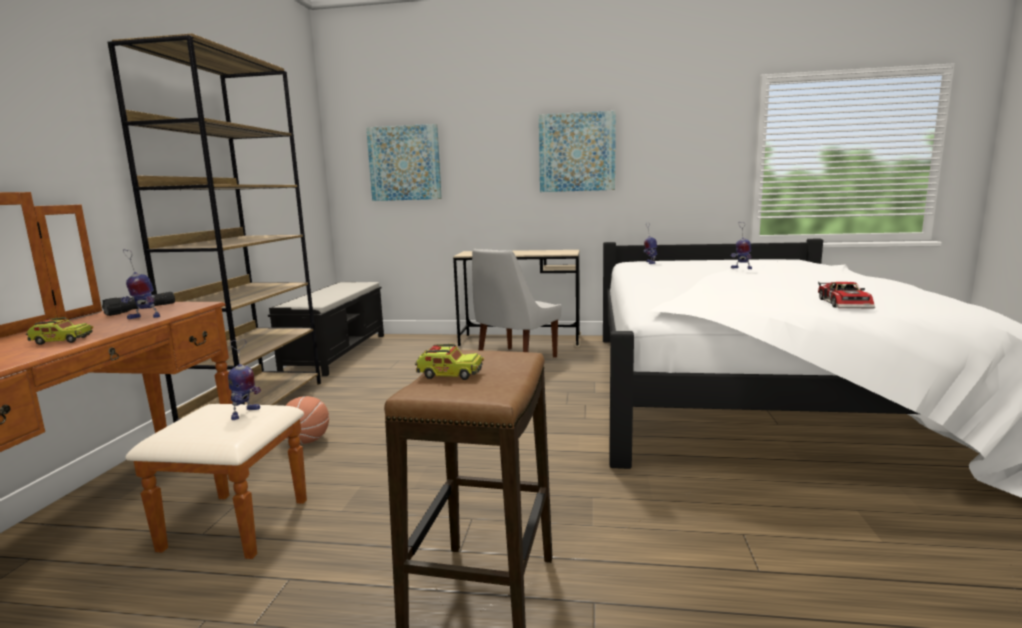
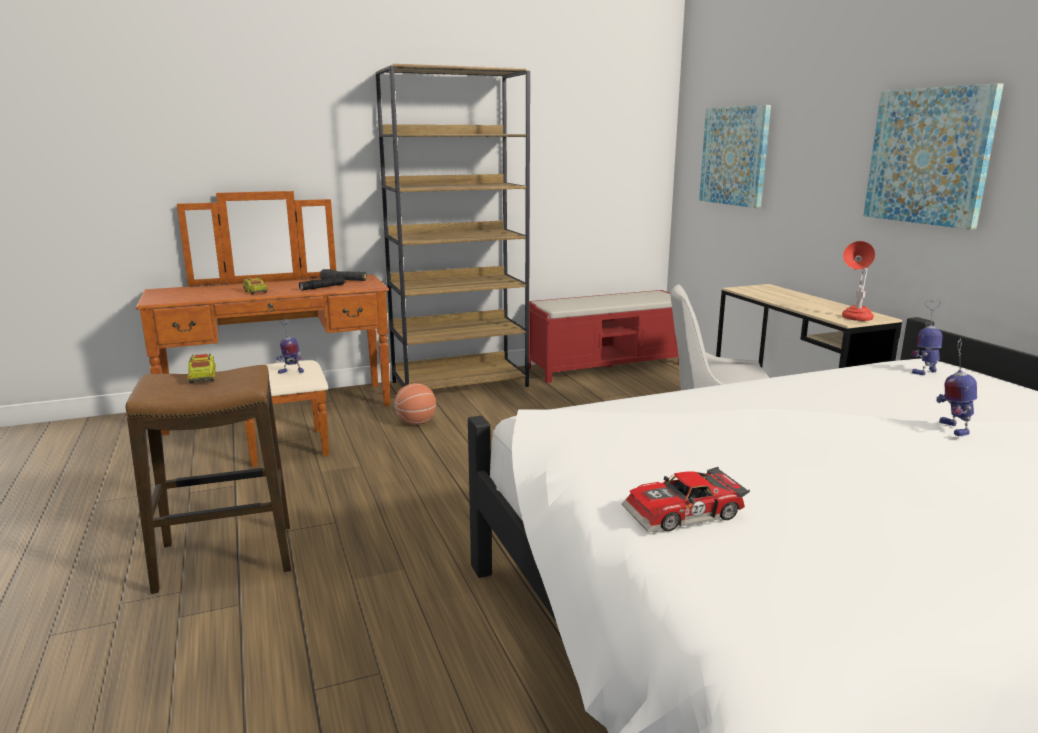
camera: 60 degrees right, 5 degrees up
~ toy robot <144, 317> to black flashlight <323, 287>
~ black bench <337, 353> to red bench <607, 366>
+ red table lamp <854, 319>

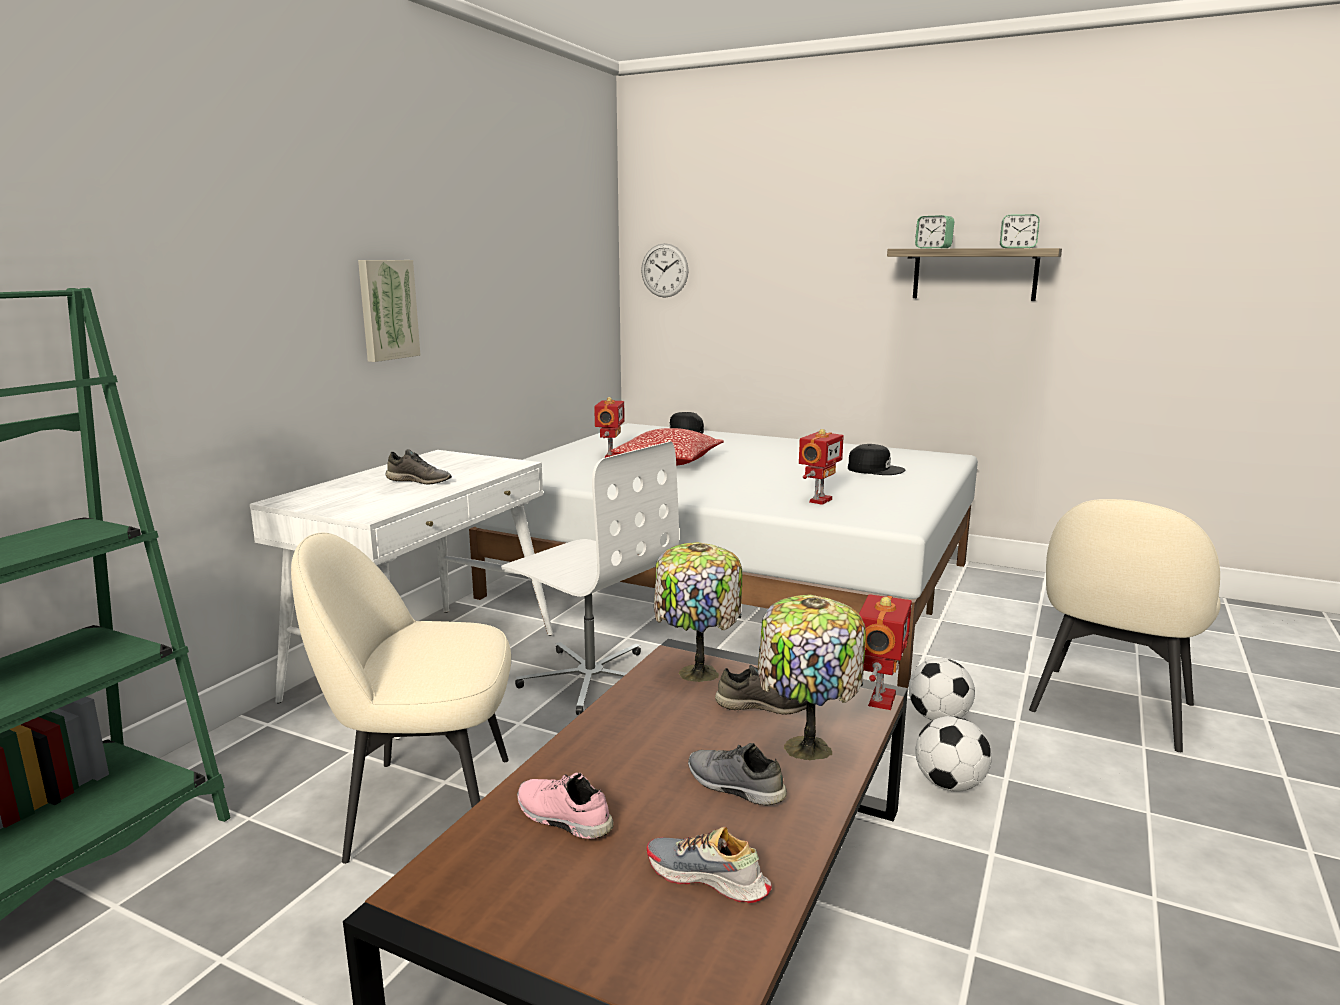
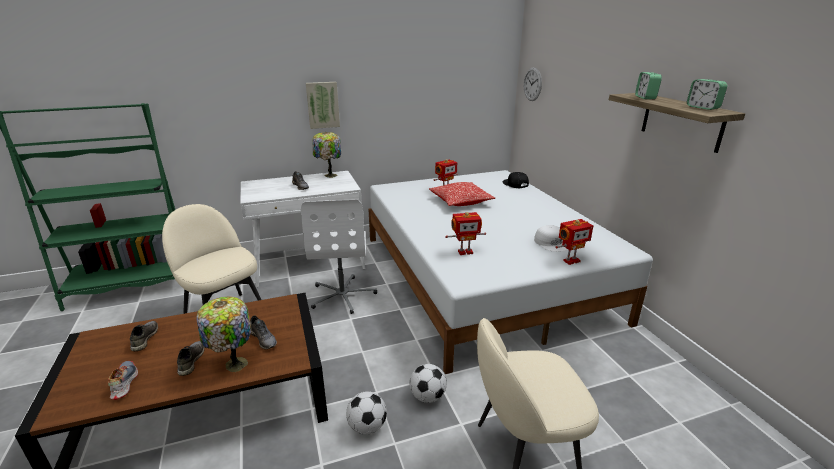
camera: 45 degrees right, 10 degrees up
~ pink shoe <561, 818> to grey shoe <144, 339>
~ table lamp <696, 674> to <329, 175>
~ black cap <875, 469> to white cap <551, 243>
~ toy robot <879, 699> to <571, 260>

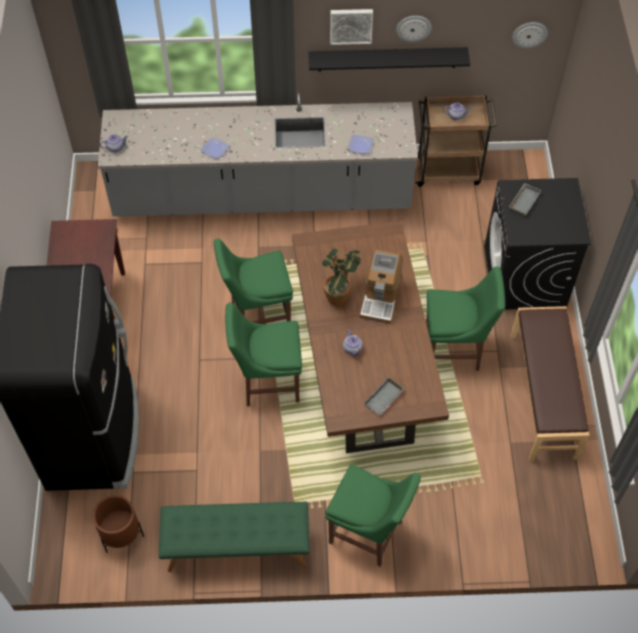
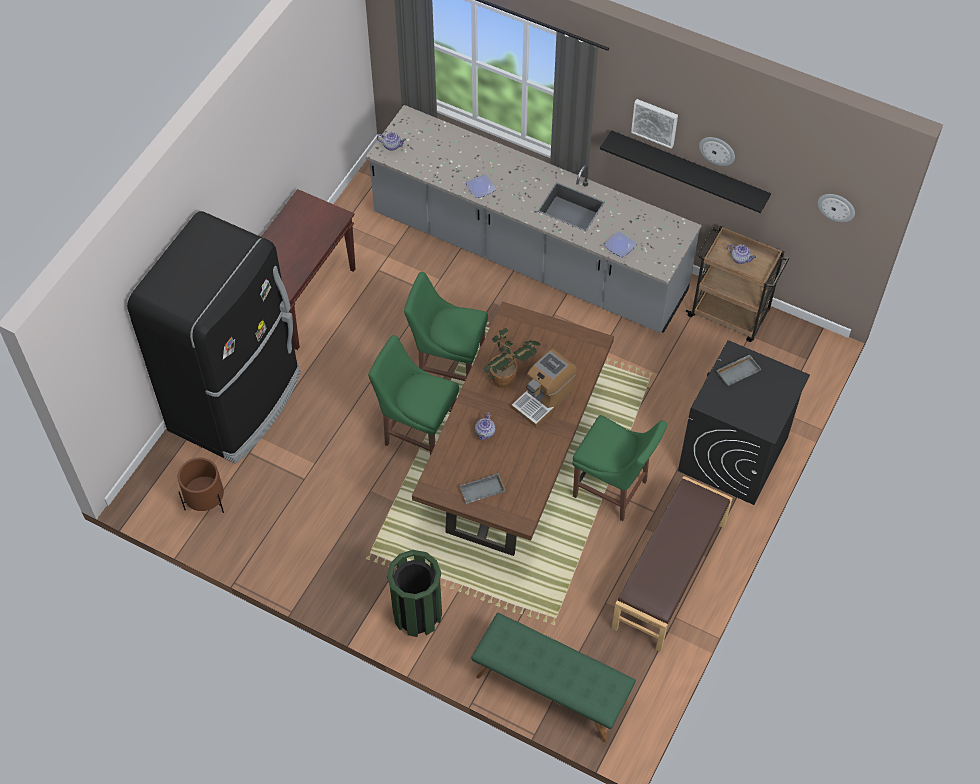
camera: 30 degrees right, 0 degrees up
~ green chair <369, 534> to green trash can <417, 614>
~ green bench <237, 548> to <550, 689>

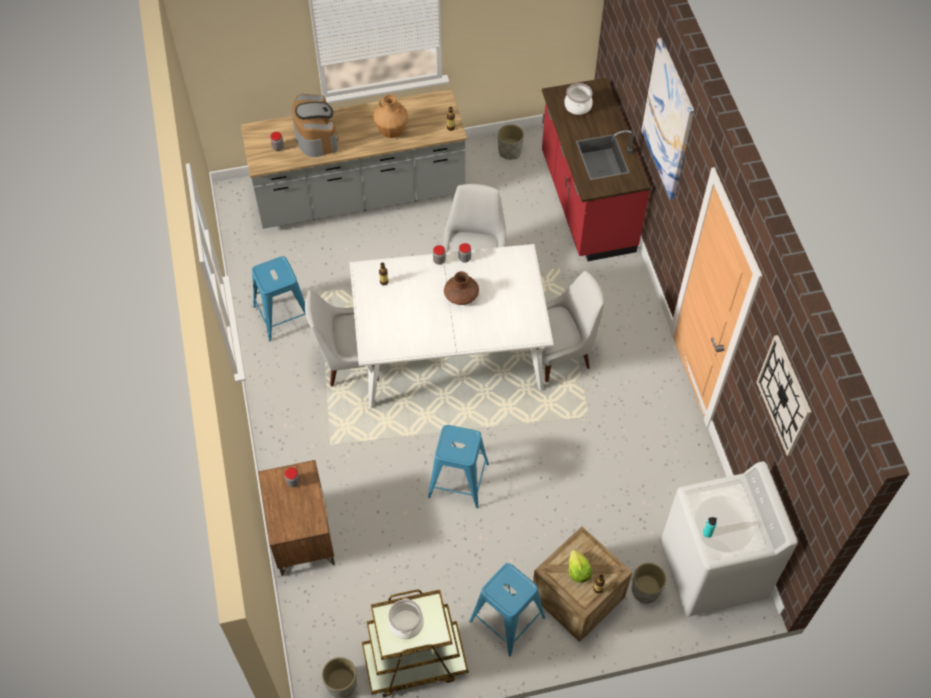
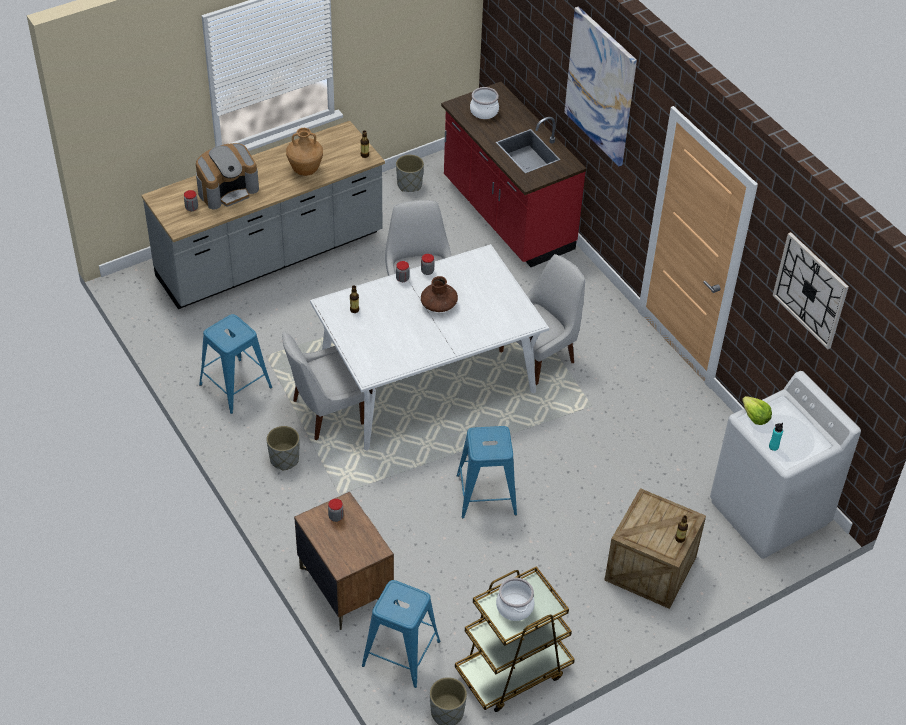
camera: 20 degrees left, 10 degrees down
~ coffee machine <316, 136> = <227, 190> 90 degrees clockwise
~ grey planter <645, 590> to <284, 459>
~ blue stool <507, 619> to <401, 653>
~ lettuce <578, 571> to <755, 417>

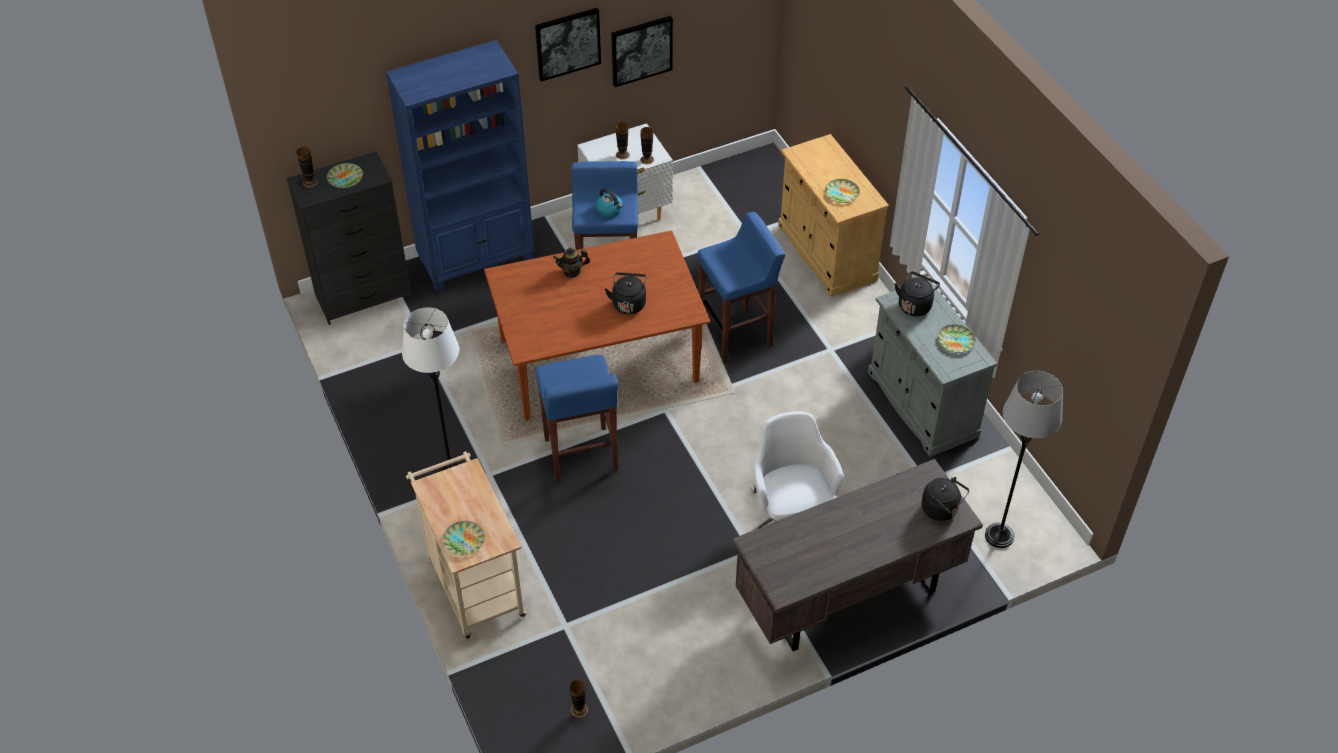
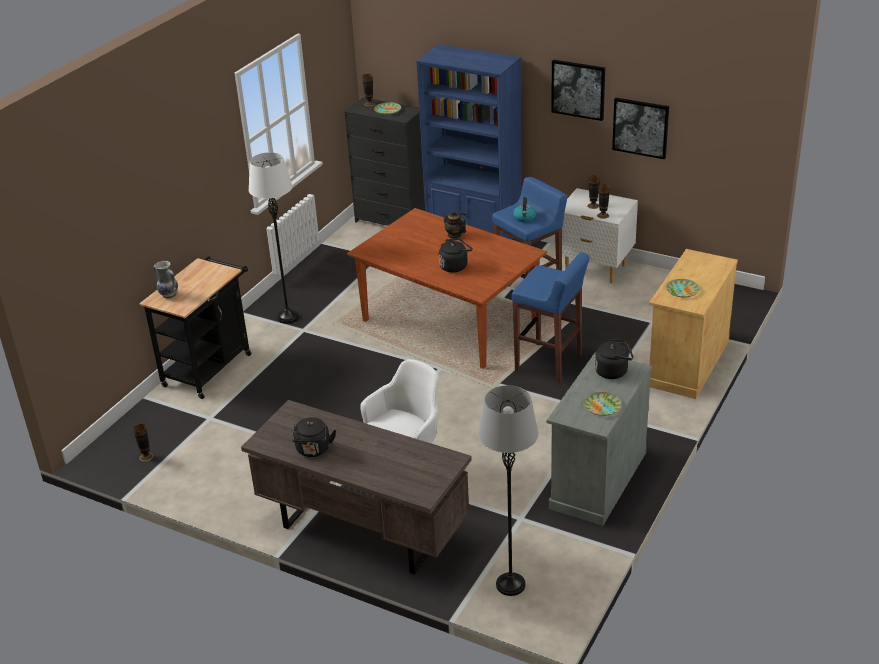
camera: 55 degrees right, 15 degrees down
~ beige cart <473, 582> to black cart <210, 367>
~ plate <463, 540> to vase <168, 295>
~ black kettle <942, 509> to <313, 450>
- blue stool <580, 455>

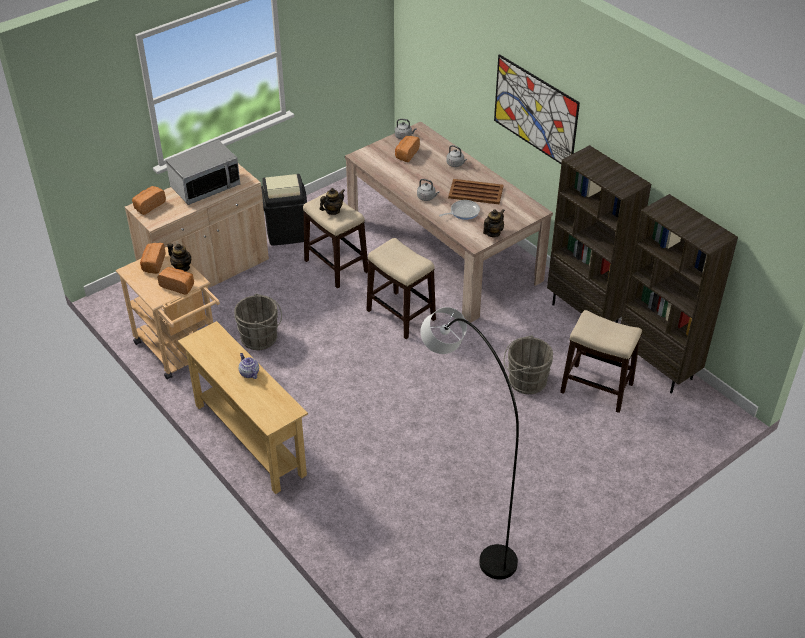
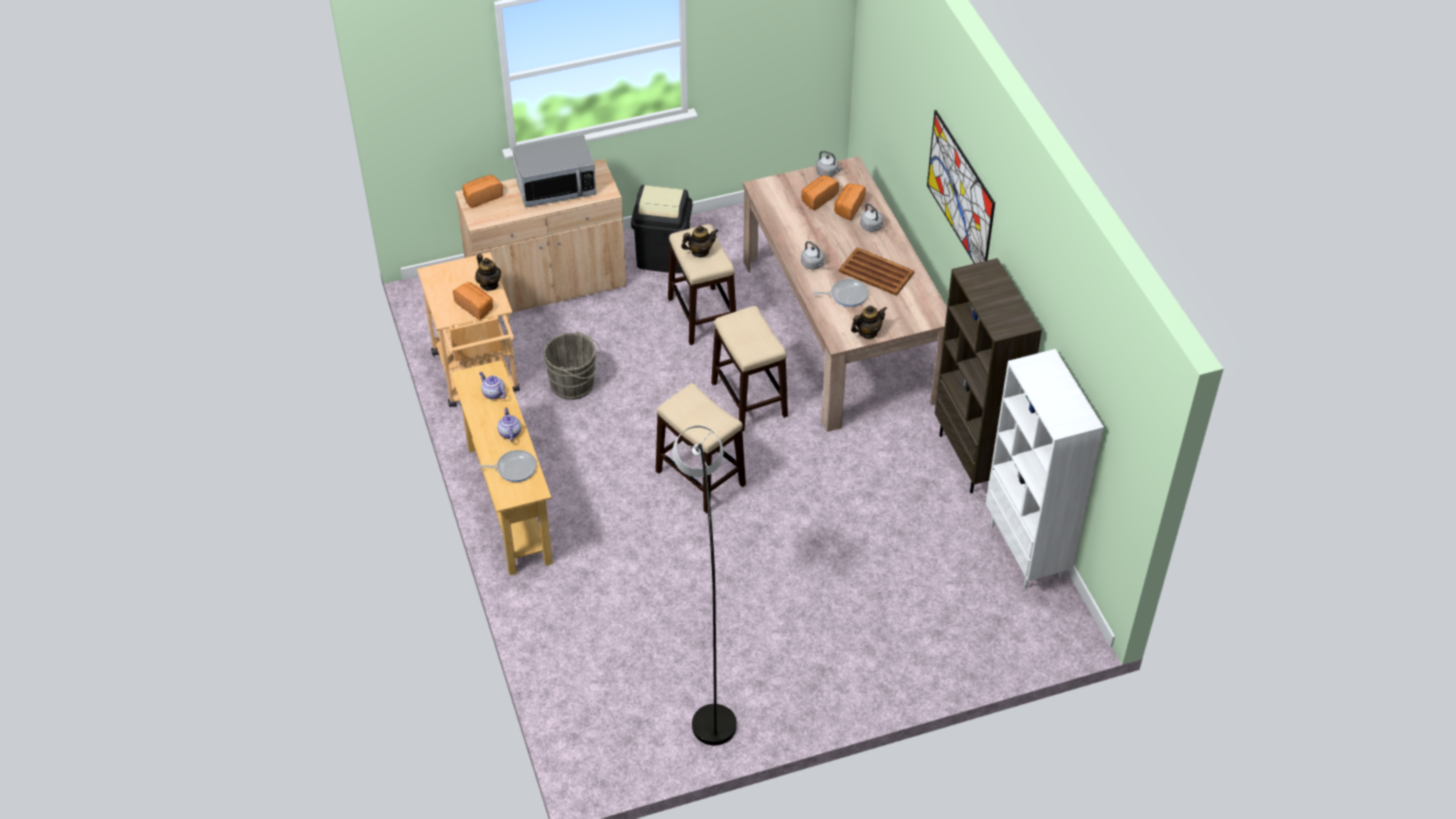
camera: 20 degrees right, 5 degrees up
+ frying pan <514, 468>
+ teapot <493, 393>
~ stool <597, 388> to <701, 478>
~ bread <153, 264> to <848, 208>
~ brown bookcase <658, 367> to white bookcase <1026, 552>
- grey bucket <525, 380>

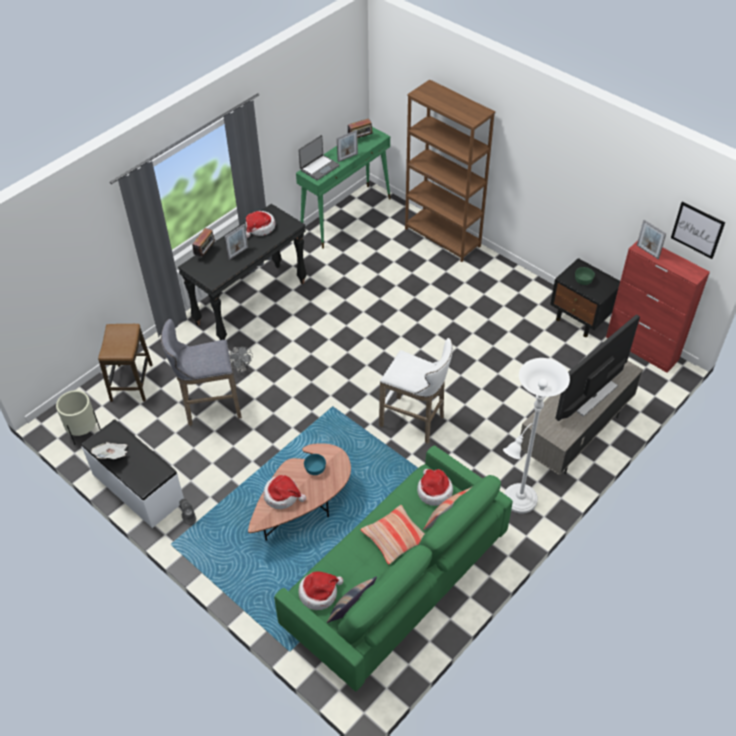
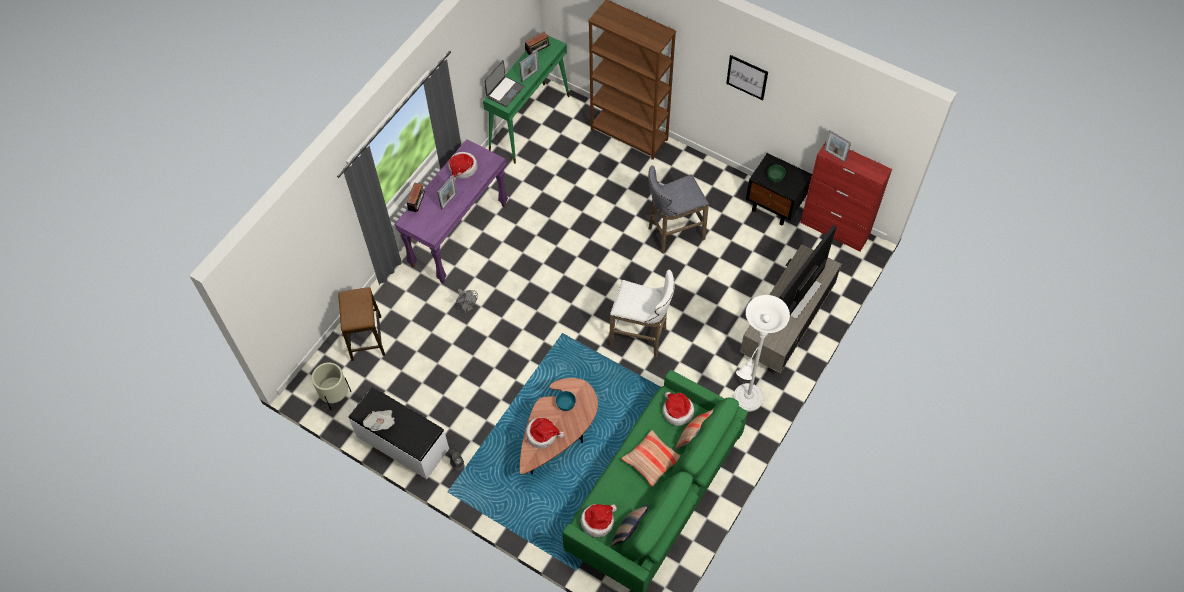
camera: 10 degrees left, 10 degrees up
~ black console table <251, 303> to purple console table <459, 235>
~ grey stool <209, 407> to <673, 234>
~ picture <697, 230> to <747, 77>

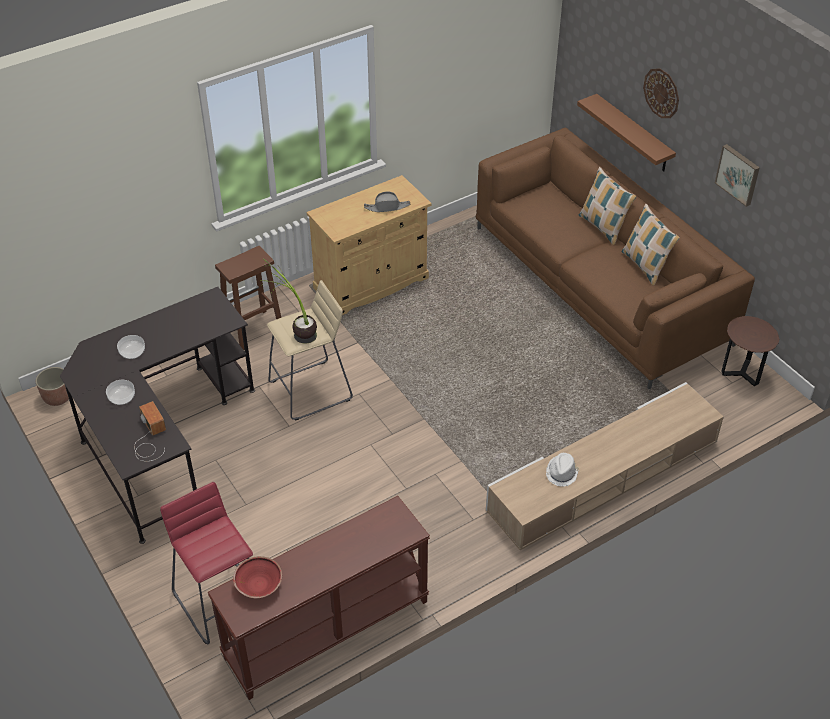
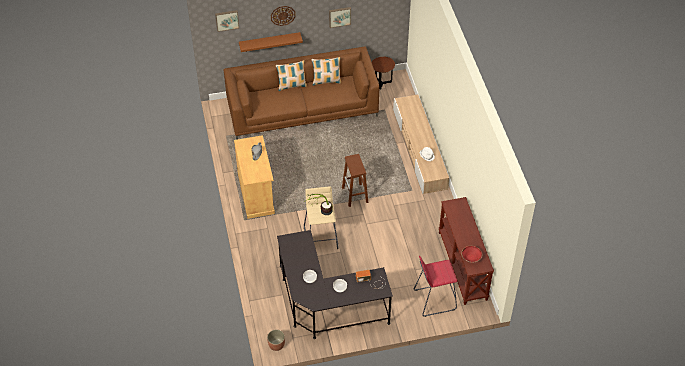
camera: 70 degrees left, 5 degrees up
+ picture <227, 20>
~ brown stool <252, 330> to <355, 195>

